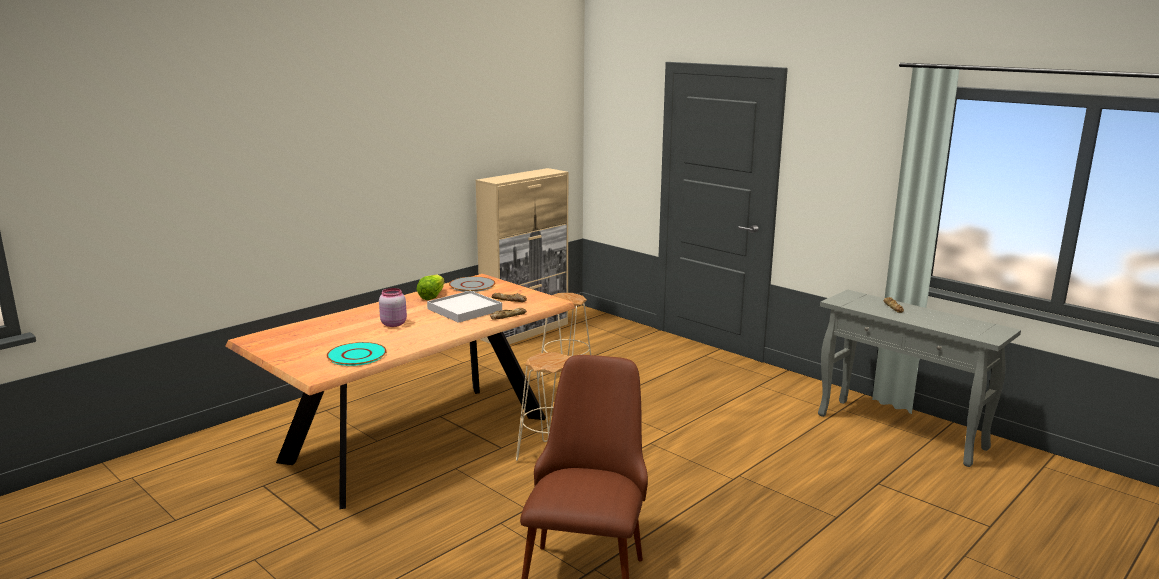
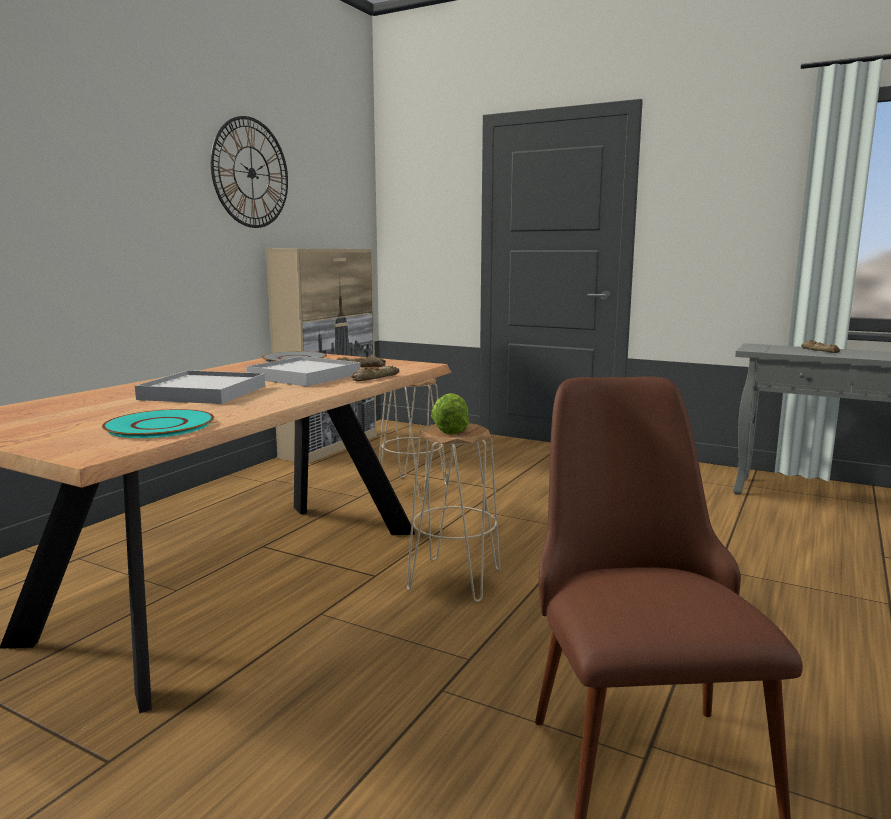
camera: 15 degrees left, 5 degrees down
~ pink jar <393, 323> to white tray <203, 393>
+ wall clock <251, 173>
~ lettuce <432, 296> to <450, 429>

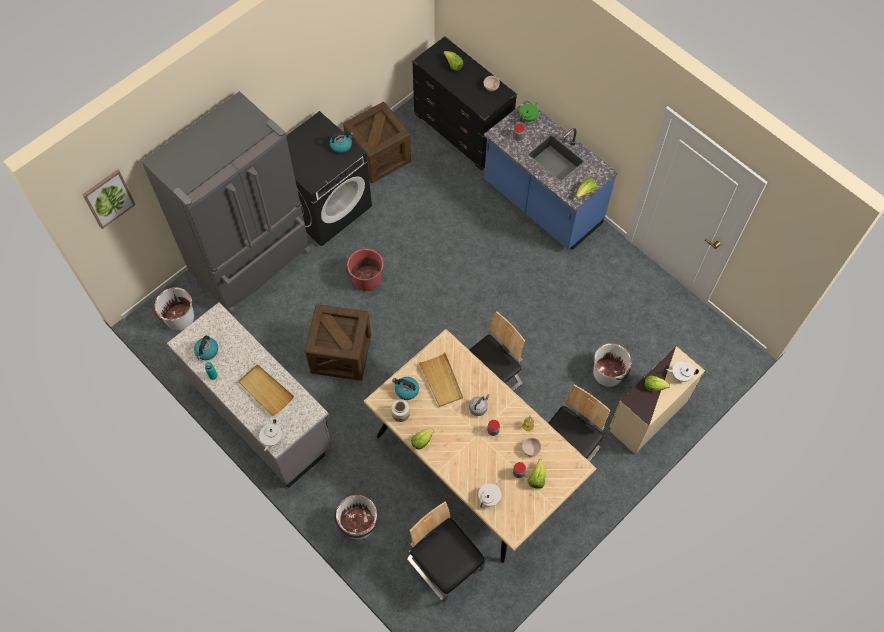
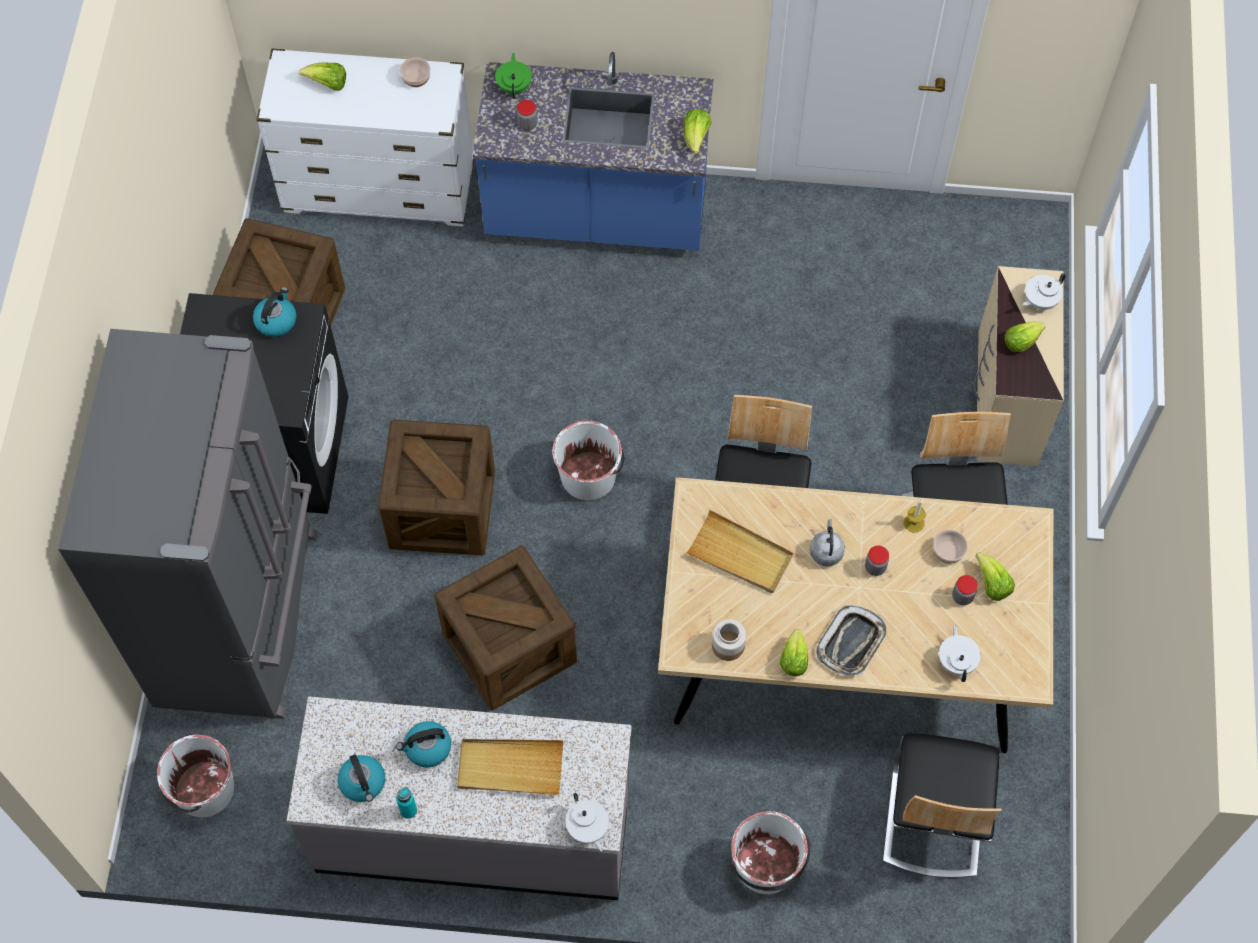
camera: 40 degrees left, 0 degrees up
~ black dresser <462, 131> to white dresser <379, 188>
~ red bucket <366, 278> to crate <442, 509>
~ kettle <406, 390> to <427, 748>
~ white bucket <608, 373> to <588, 475>
+ tray <851, 643>
~ chair <444, 564> = <933, 819> 90 degrees counterclockwise
- picture <108, 198>

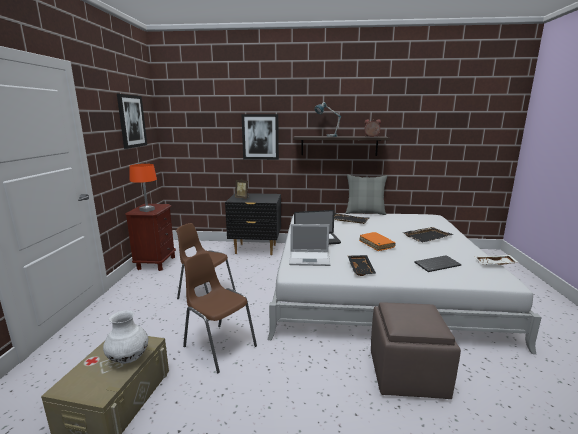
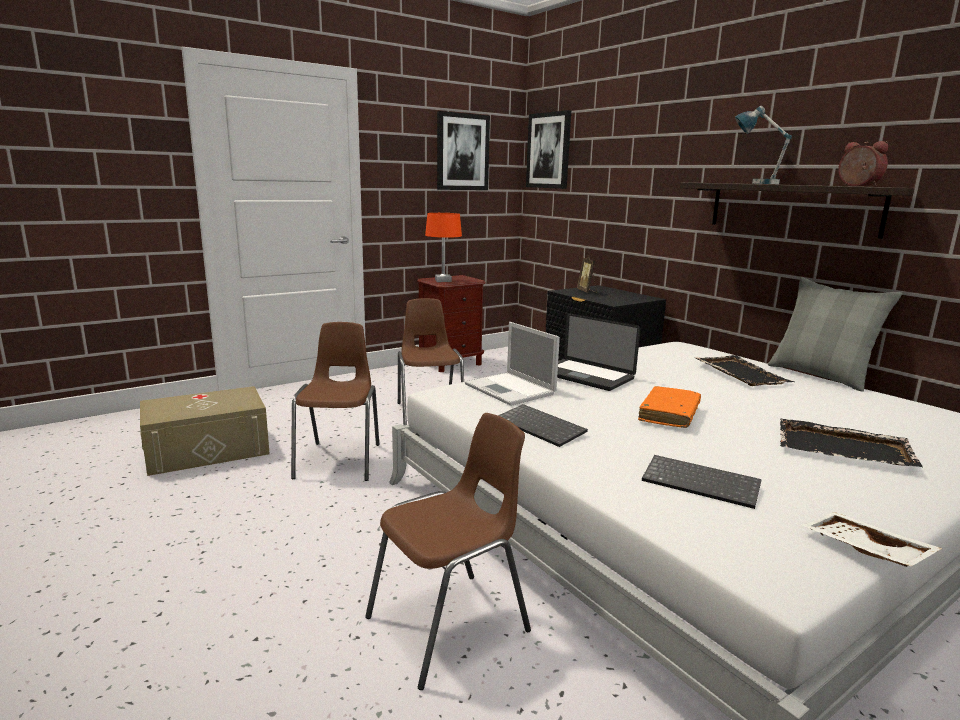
camera: 50 degrees right, 0 degrees up
~ brown ottoman <407, 373> to brown chair <450, 625>
~ black tray <361, 269> to keyboard <541, 427>
~ picture <260, 137> to <549, 150>
- white vase <129, 359>

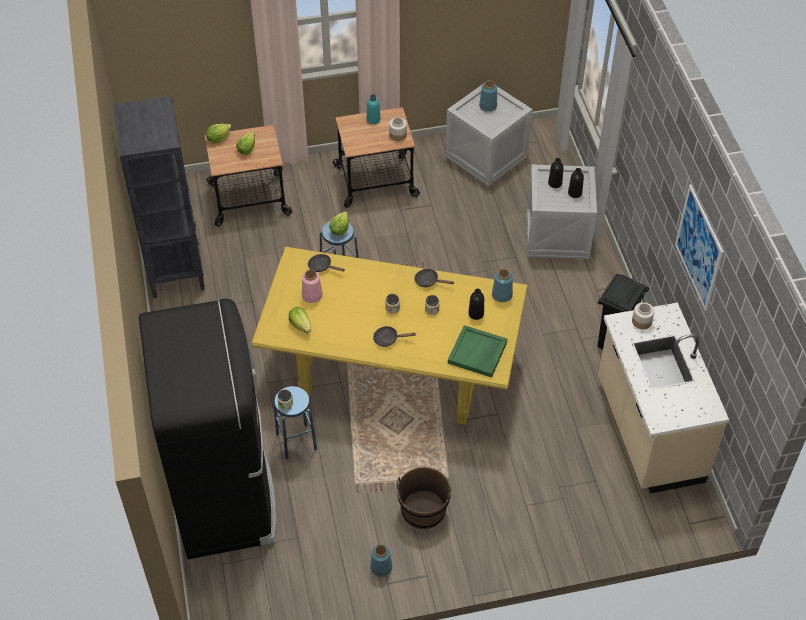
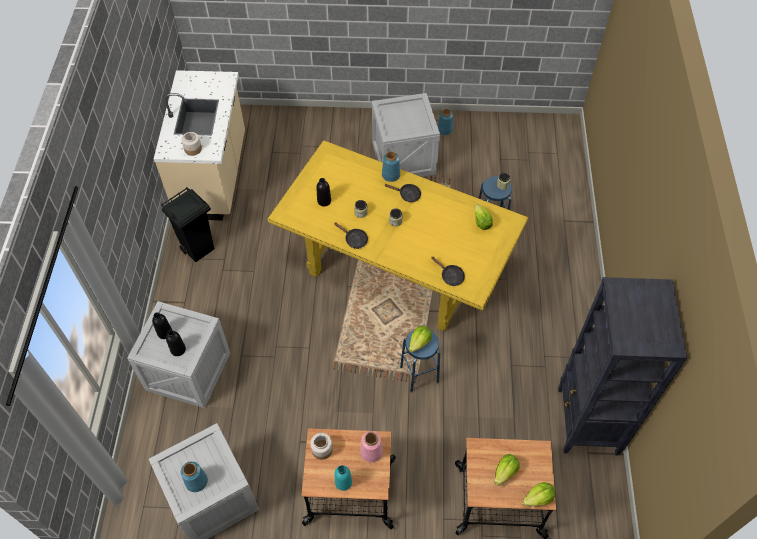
camera: 165 degrees left, 5 degrees up
~ pink vase <312, 296> to <371, 451>
~ brown bucket <423, 510> to crate <404, 158>
~ blue vase <501, 294> to <391, 175>
- black fridge <225, 494>
- green tray <477, 353>
- picture <699, 248>

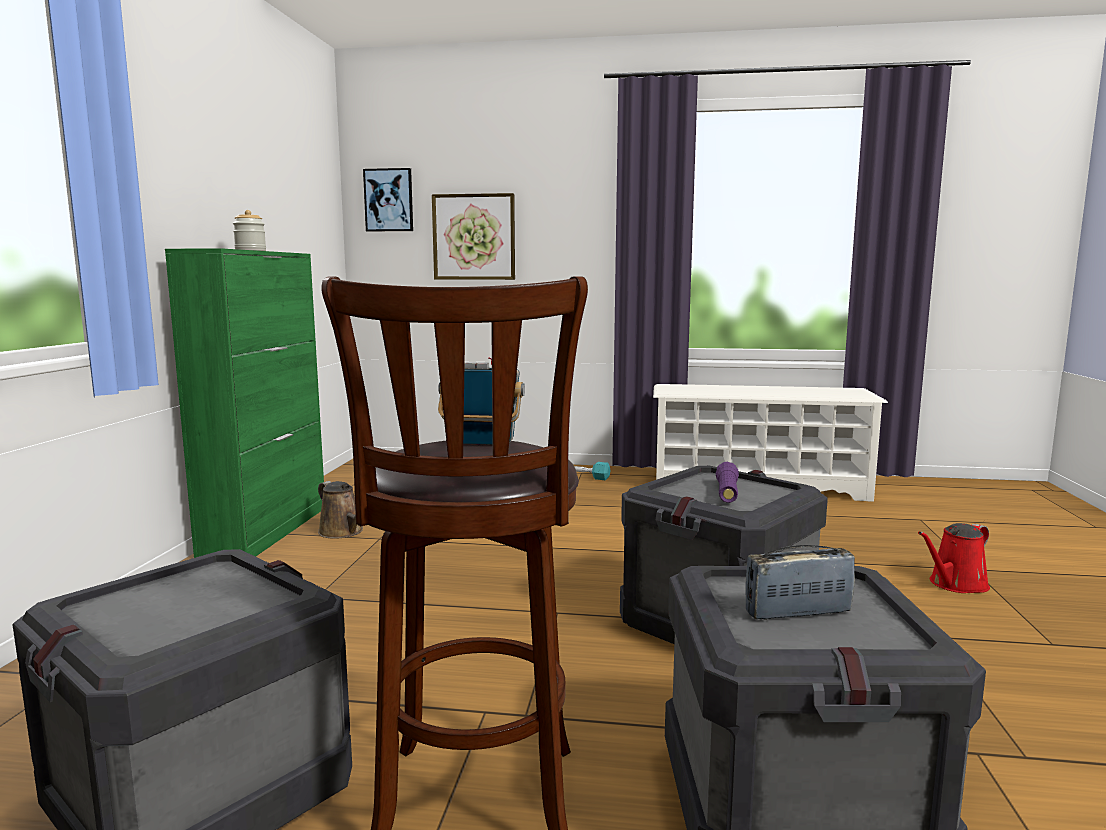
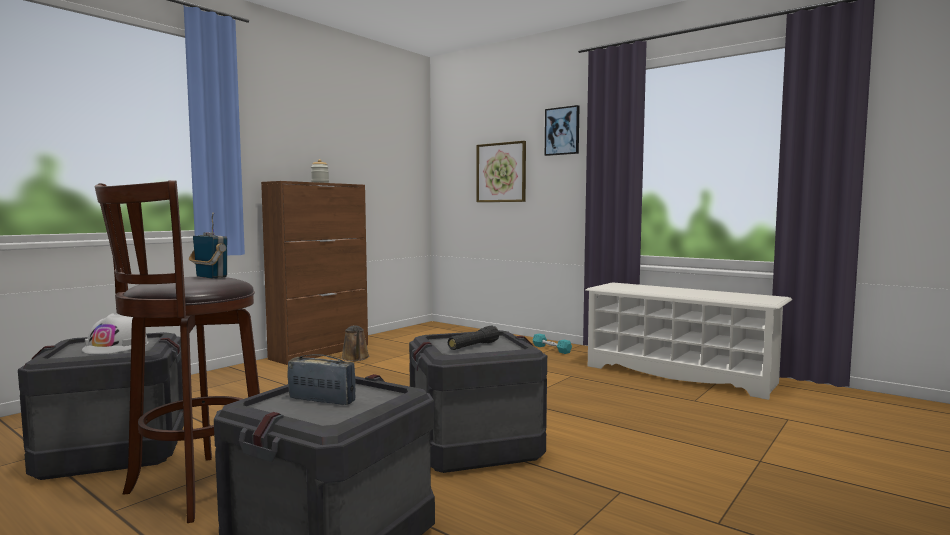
camera: 30 degrees right, 5 degrees down
+ white hard hat <116, 346>
~ green cabinet <267, 531> to brown cabinet <321, 352>
~ purple flashlight <727, 493> to black flashlight <473, 346>
~ picture <389, 200> to <562, 131>
- red watering can <955, 584>

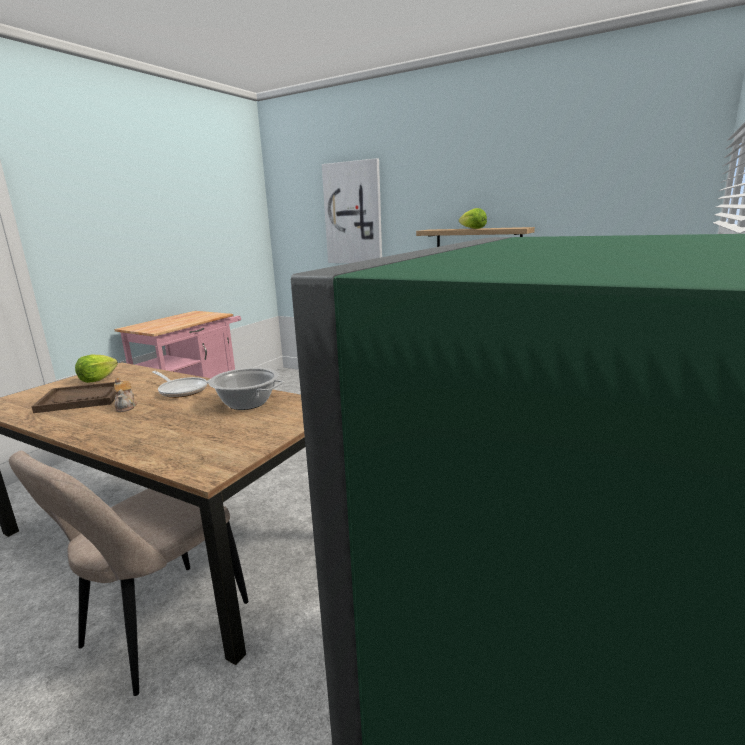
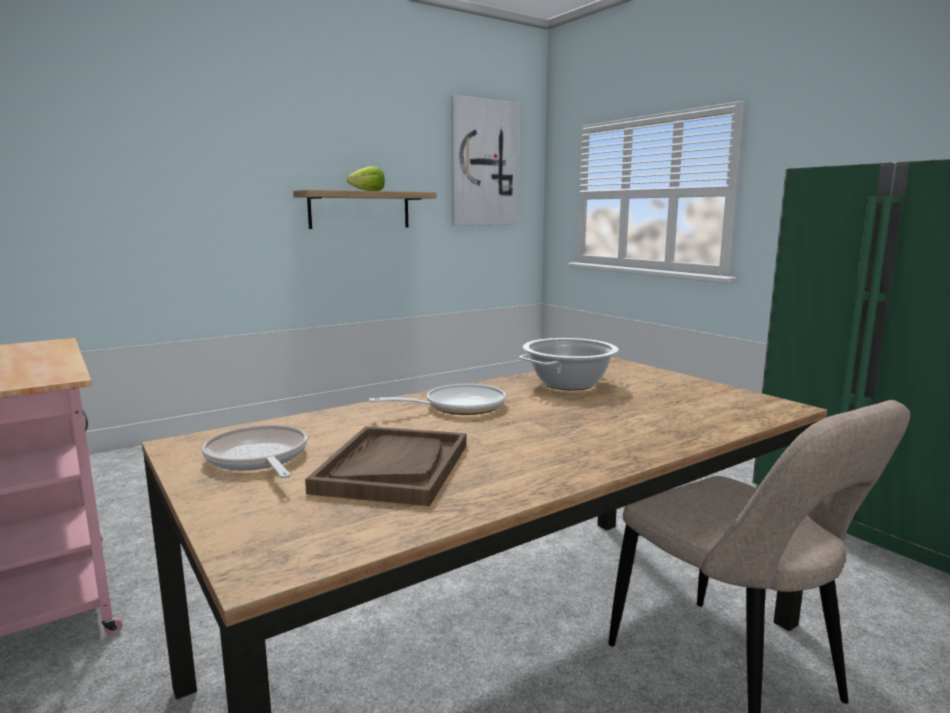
camera: 65 degrees left, 5 degrees down
~ lettuce <98, 379> to frying pan <258, 458>
~ picture <353, 213> to <484, 163>
- teapot <126, 406>

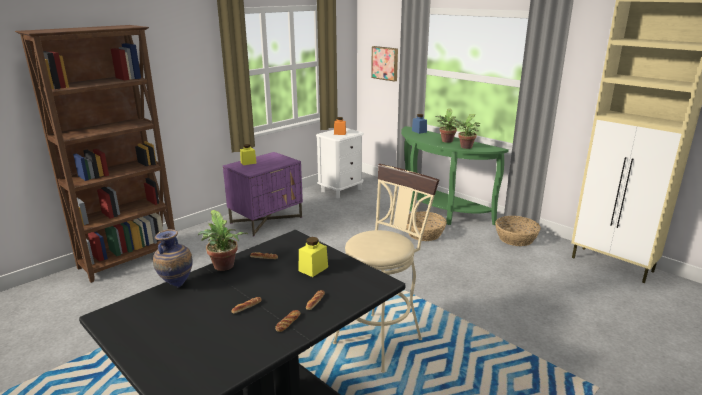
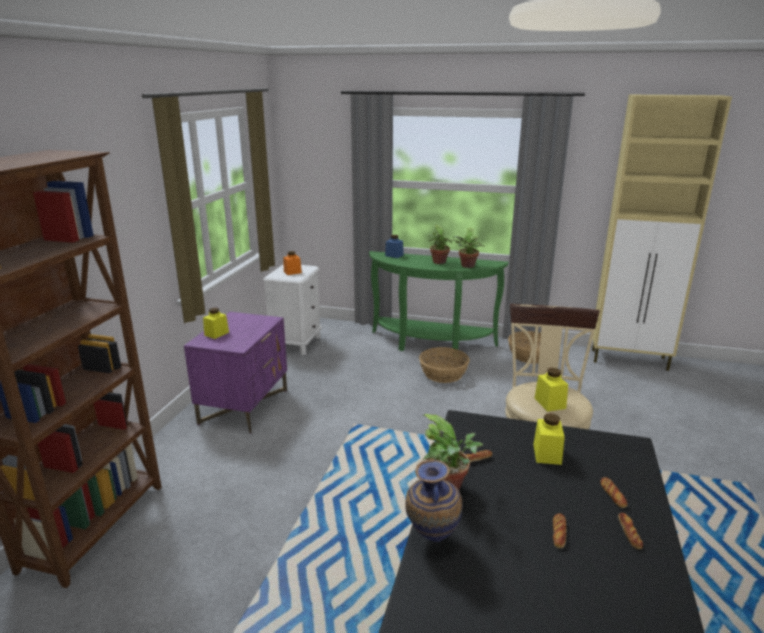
camera: 30 degrees left, 0 degrees up
+ yellow jar <550, 403>
- picture <385, 63>

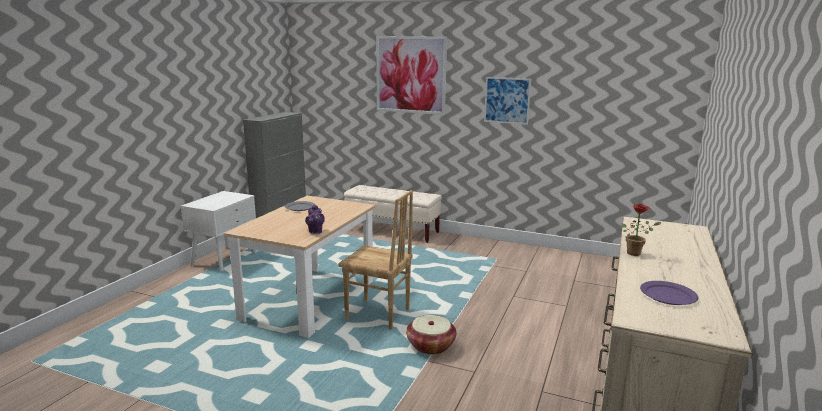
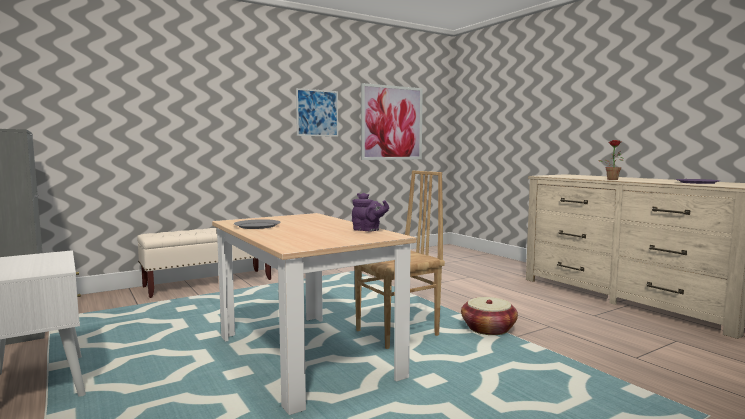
camera: 55 degrees left, 10 degrees down
~ picture <410, 75> to <392, 123>

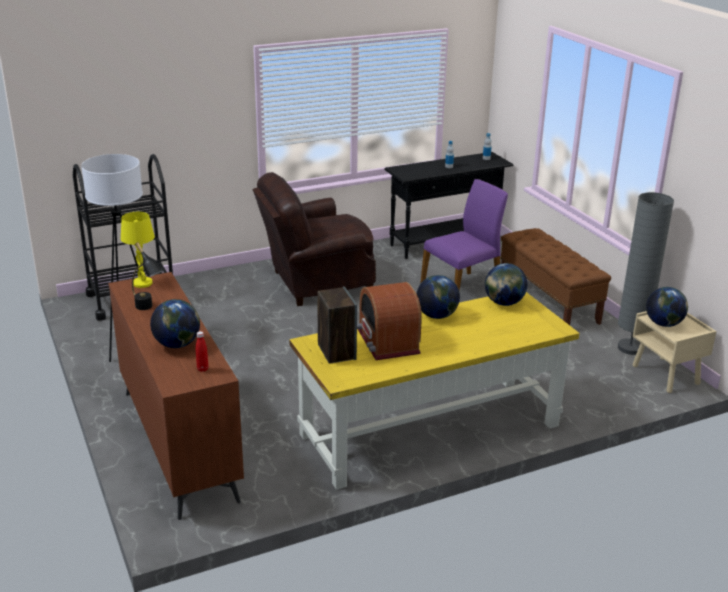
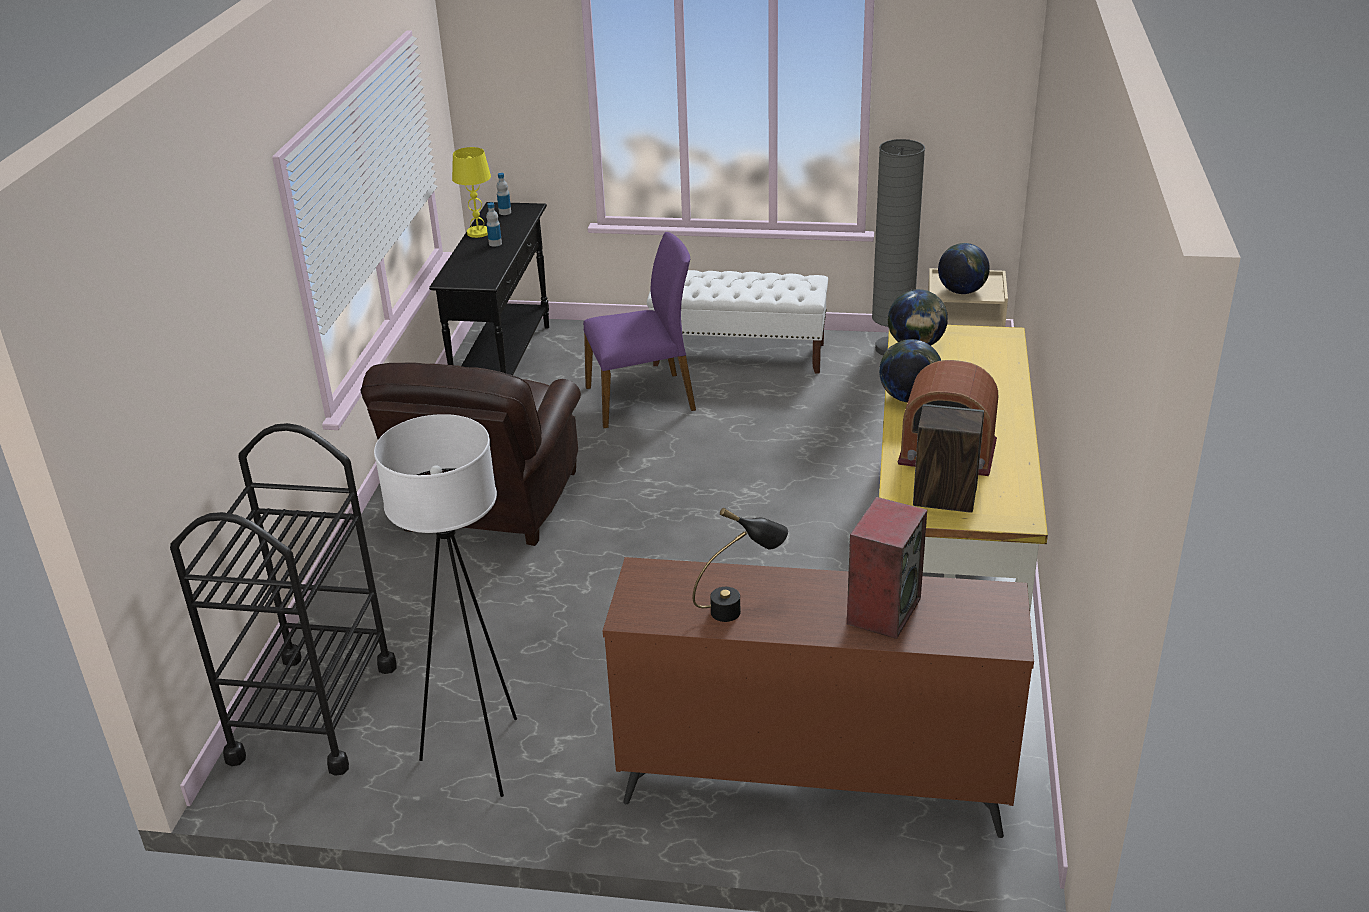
camera: 55 degrees left, 5 degrees up
~ yellow table lamp <142, 283> to <478, 233>
~ purple chair <462, 289> = <642, 399> 75 degrees clockwise
~ brown bench <548, 302> to white bench <740, 354>
~ globe <177, 345> to speaker <883, 610>
- red bottle <202, 369>

